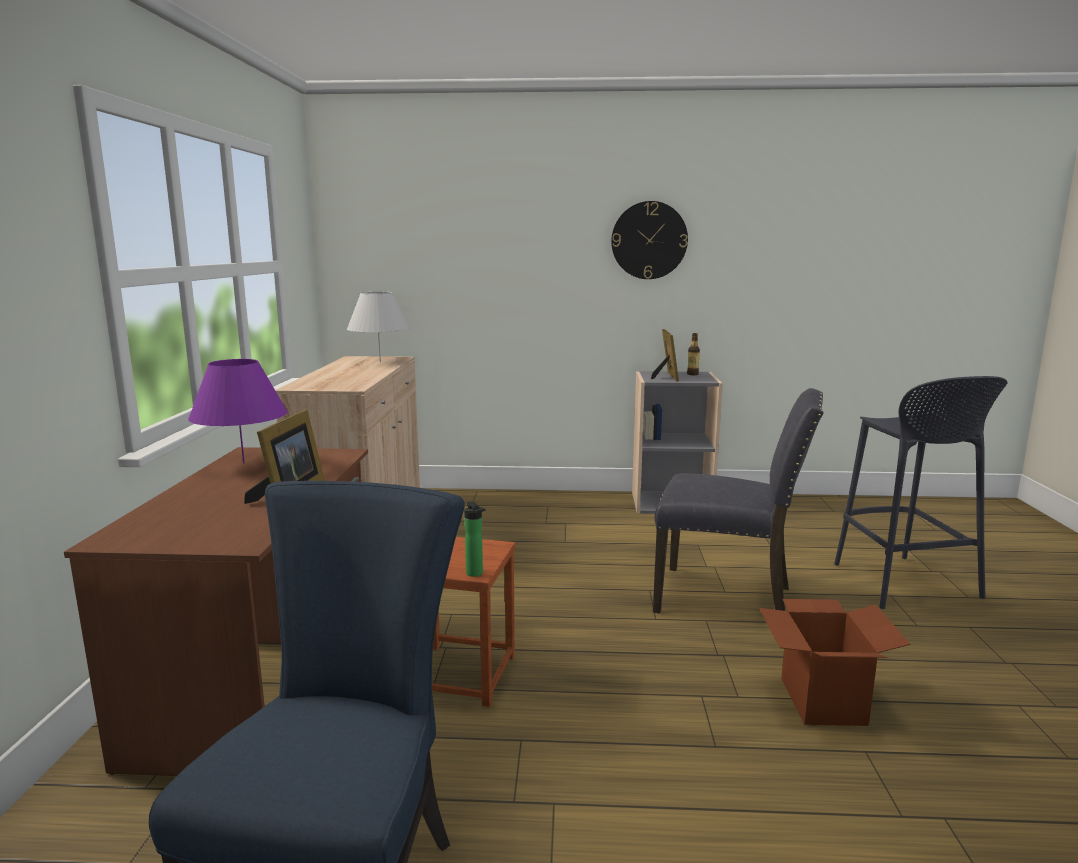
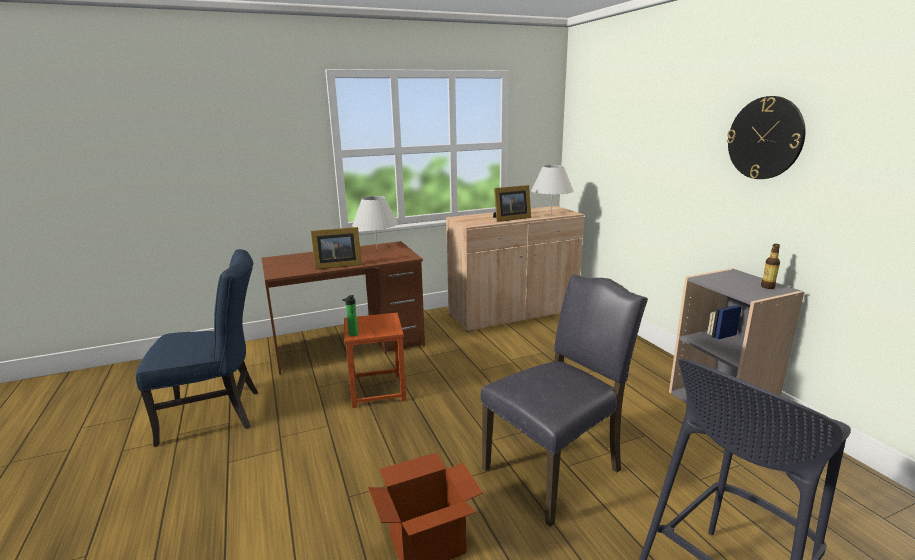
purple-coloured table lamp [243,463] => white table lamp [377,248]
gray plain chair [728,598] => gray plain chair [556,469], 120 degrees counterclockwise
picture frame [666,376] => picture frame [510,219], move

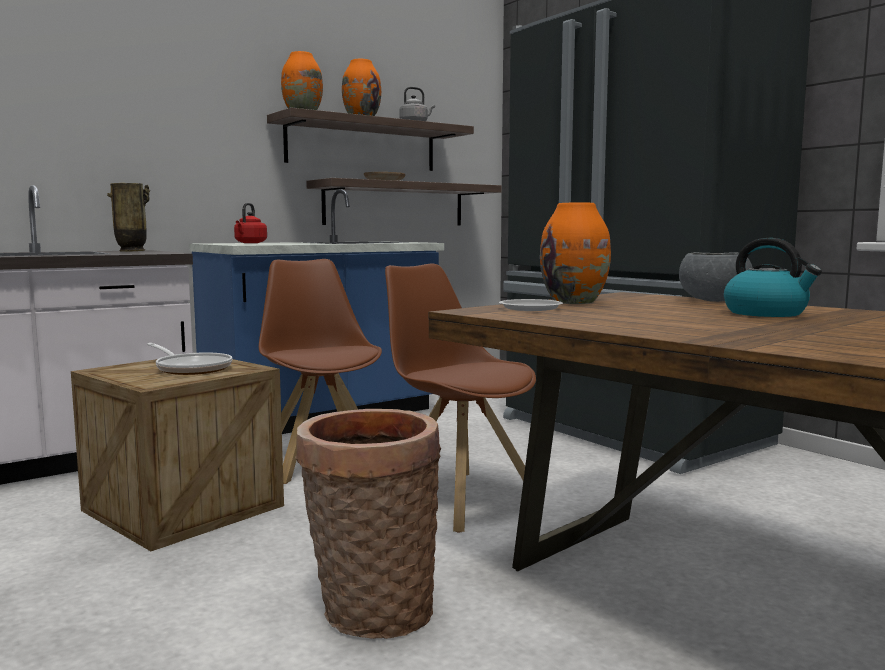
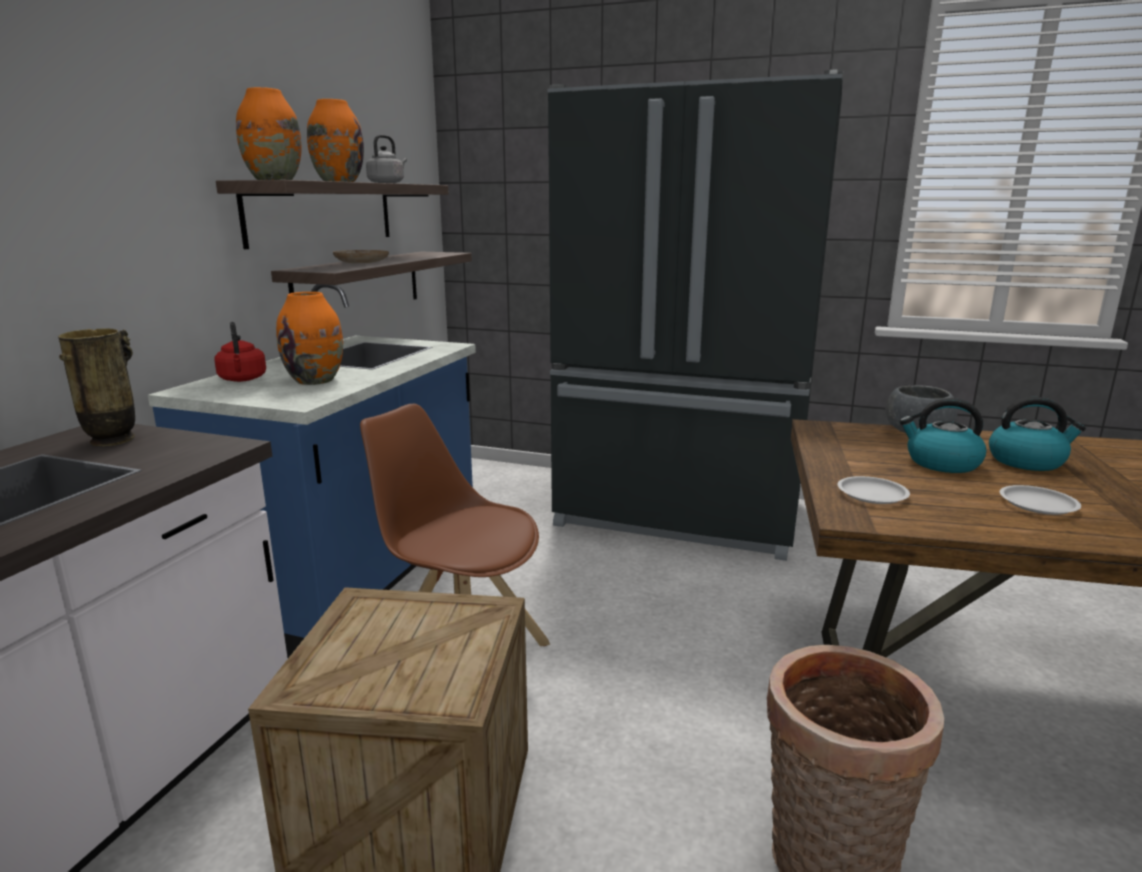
orangey flower vase [574,302] => orangey flower vase [315,380], move
nothing => kettle [941,463]
nothing => white flat dish [1037,504]
skillet [191,368] => nothing
brownish plain chair [458,498] => nothing

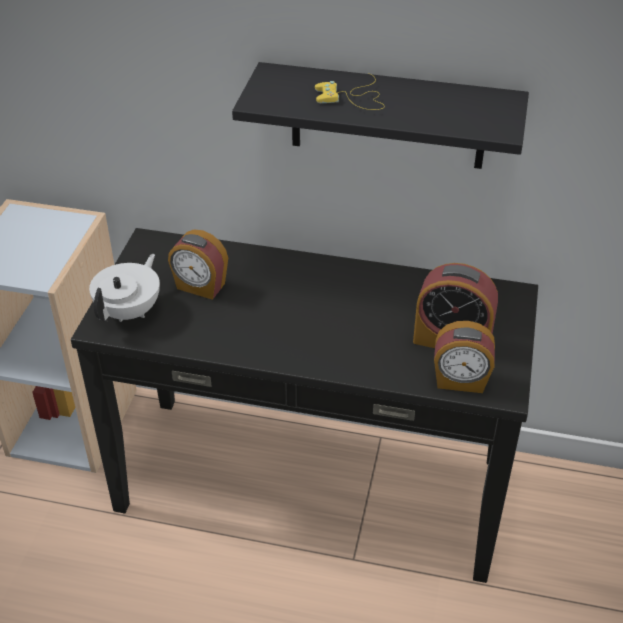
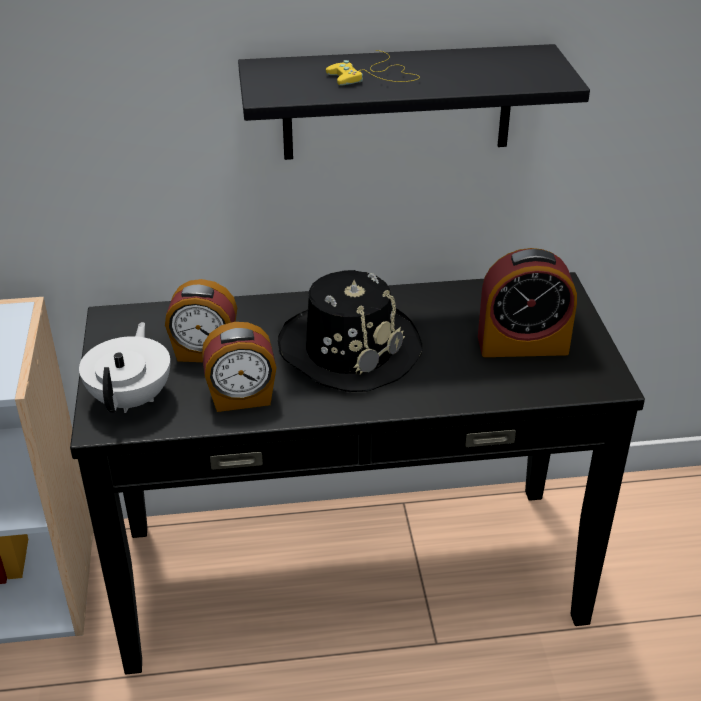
alarm clock [460,381] => alarm clock [242,398], move
nothing => black-coloured hat [349,349]

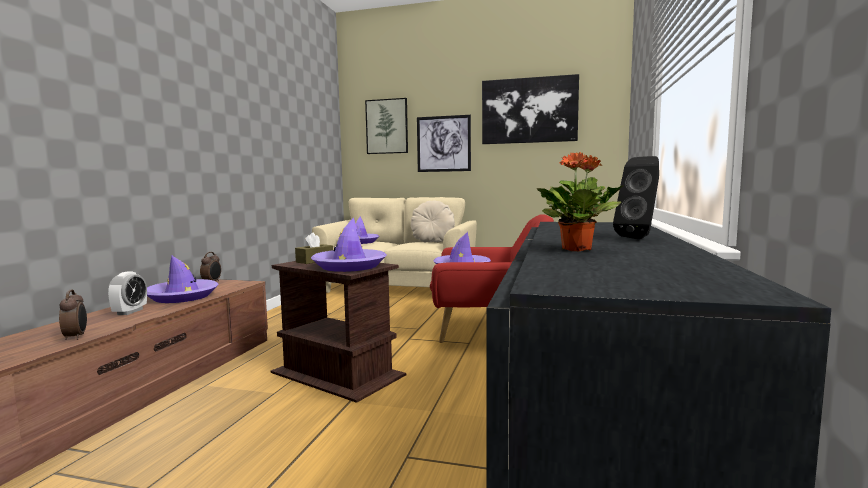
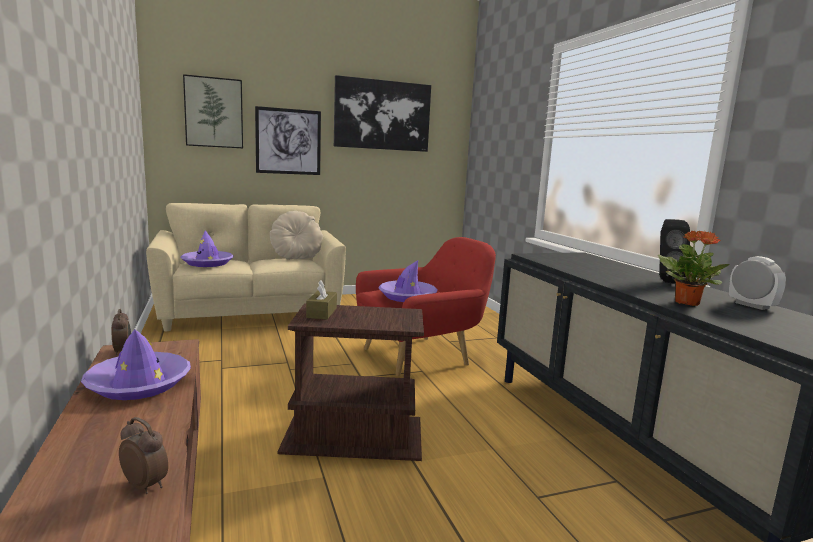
alarm clock [130,312] => alarm clock [751,305], move
purple-coloured hat [349,266] => nothing

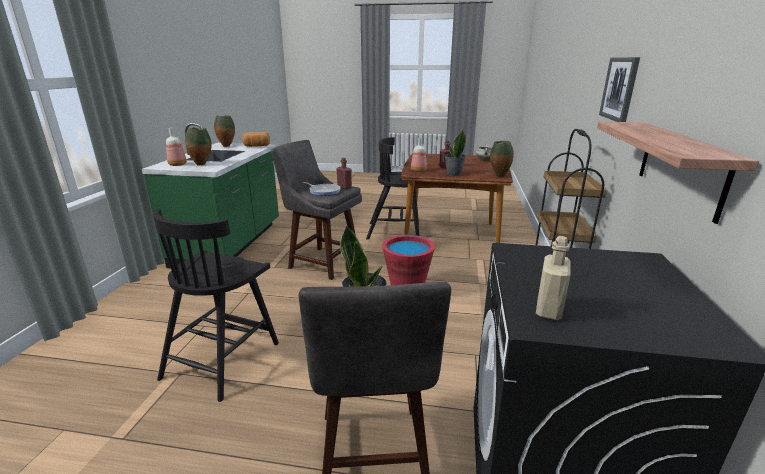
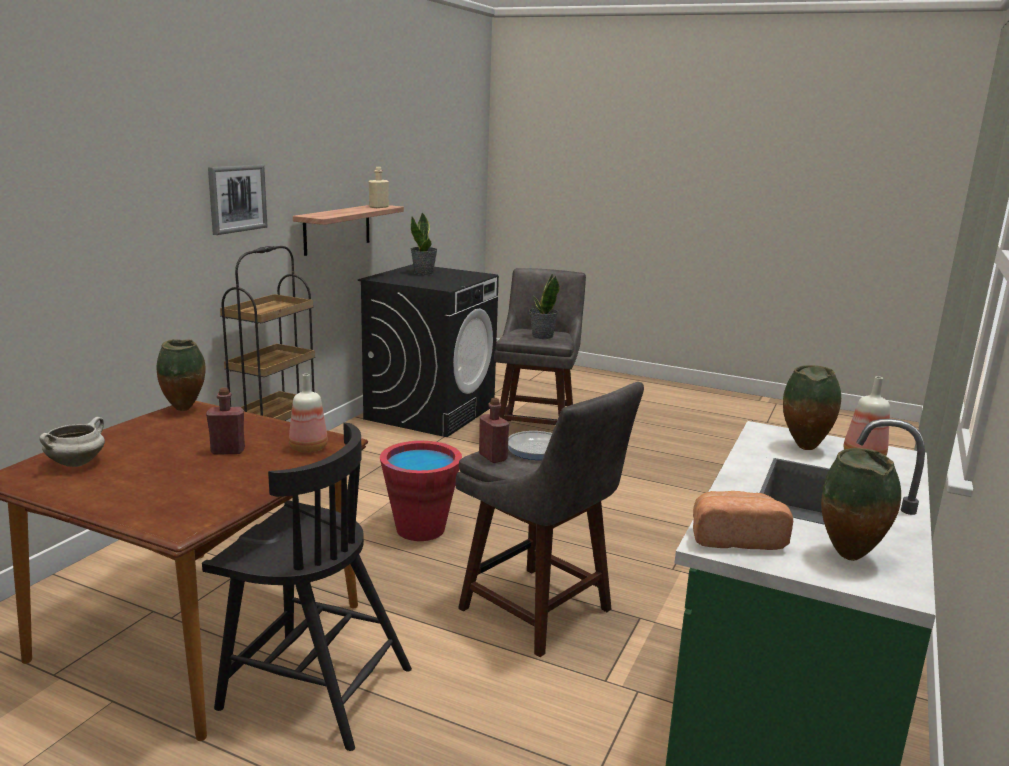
beige beverage bottle [548,310] => beige beverage bottle [378,207], move
potted plant [453,174] => potted plant [424,273], move
black-coloured plain chair [223,358] => nothing

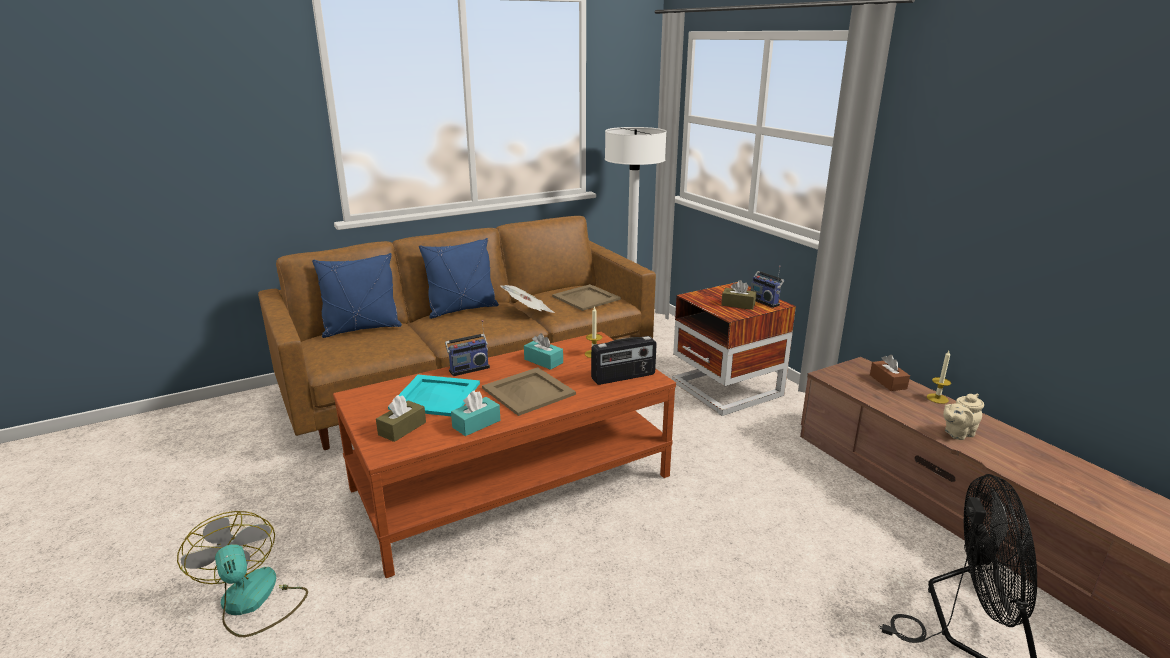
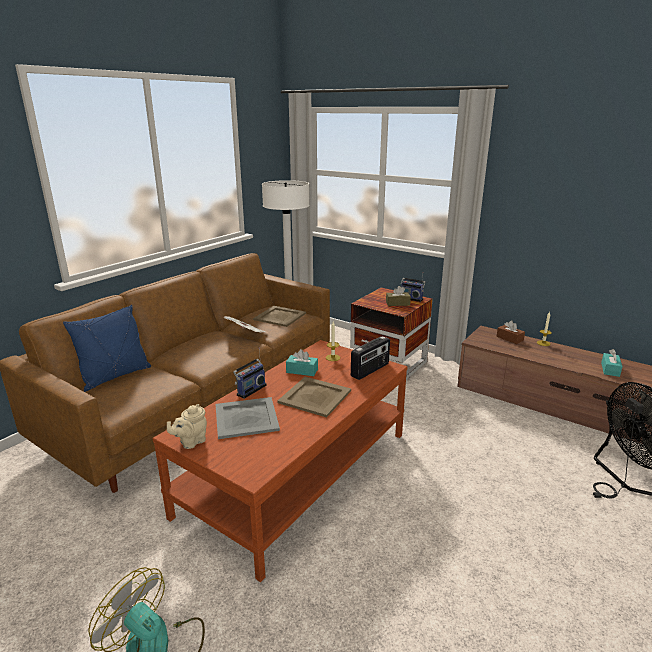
beige tea pot [957,433] => beige tea pot [191,442], move
blue-green serving tray [434,396] => gray serving tray [246,418]
blue-green box of tissues [476,424] => blue-green box of tissues [610,369], move
brownish box of tissues [402,428] => nothing
blue-coloured pillow [462,309] => nothing

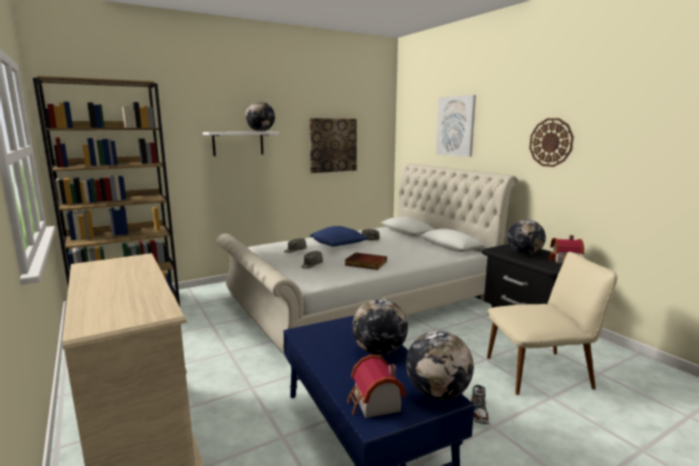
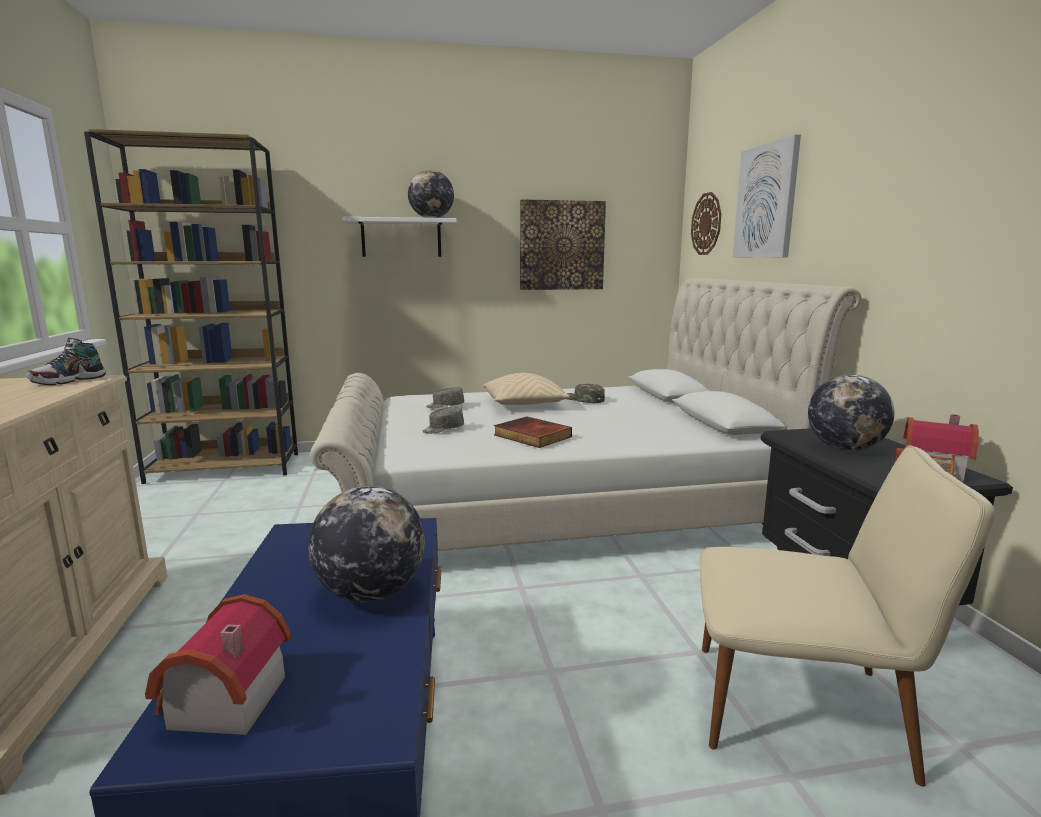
low shoe [479,413] => low shoe [69,381], move
blue-coloured pillow [338,245] => beige pillow [524,405]
wall clock [551,142] => wall clock [706,224], move
desk globe [437,393] => nothing

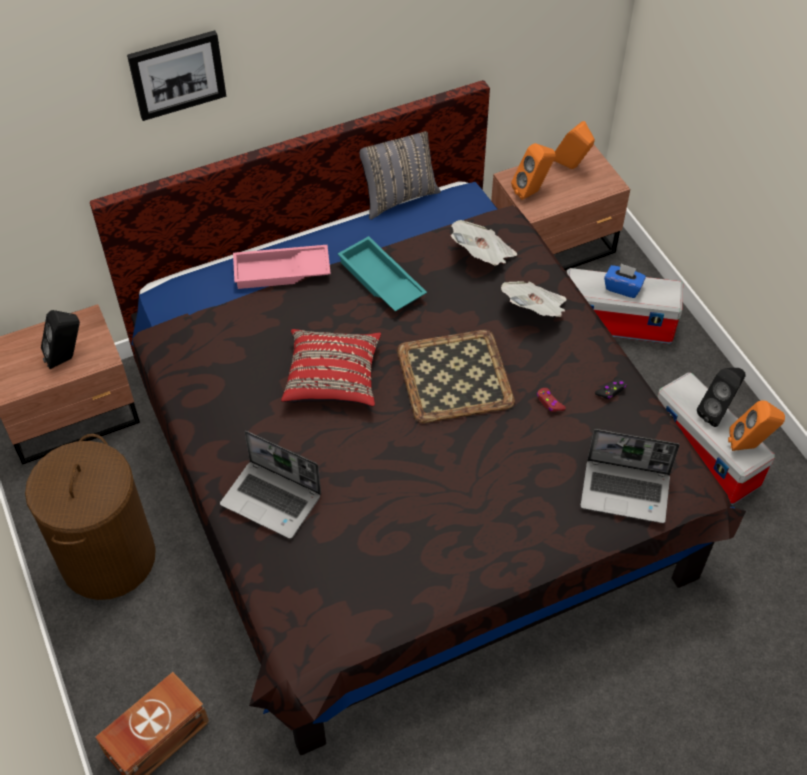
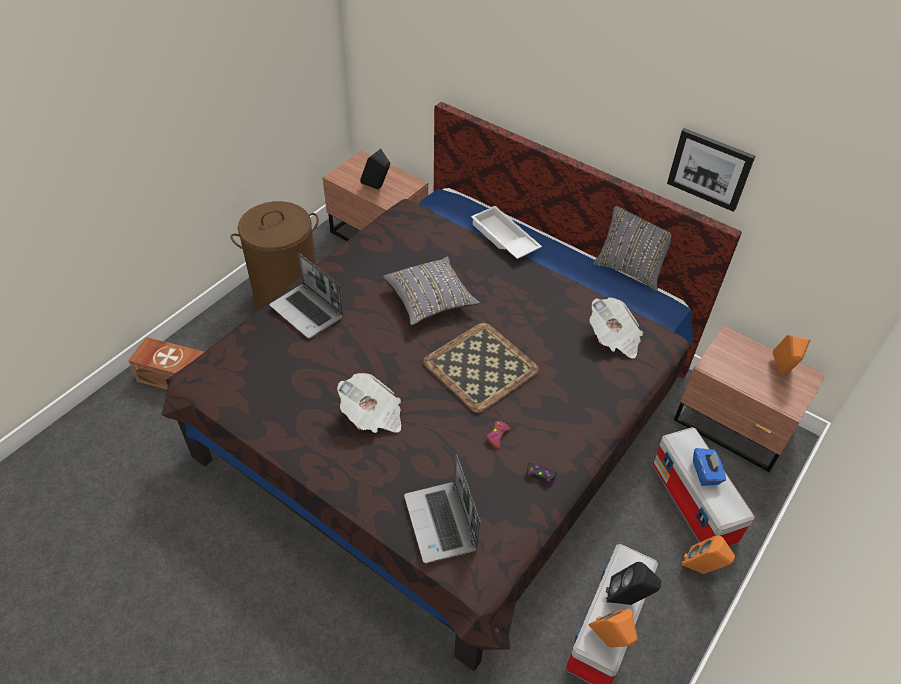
portable computer [272,500] => portable computer [308,312], 45 degrees counterclockwise
daily paper [535,310] => daily paper [372,415], move
red-coloured pillow [332,378] => gray pillow [430,300]
pinkish serving tray [281,273] => white serving tray [503,239]
wall picture [177,74] => wall picture [710,169], move
orangey audio speaker [532,192] => orangey audio speaker [701,570], move
blue-green serving tray [380,281] => nothing

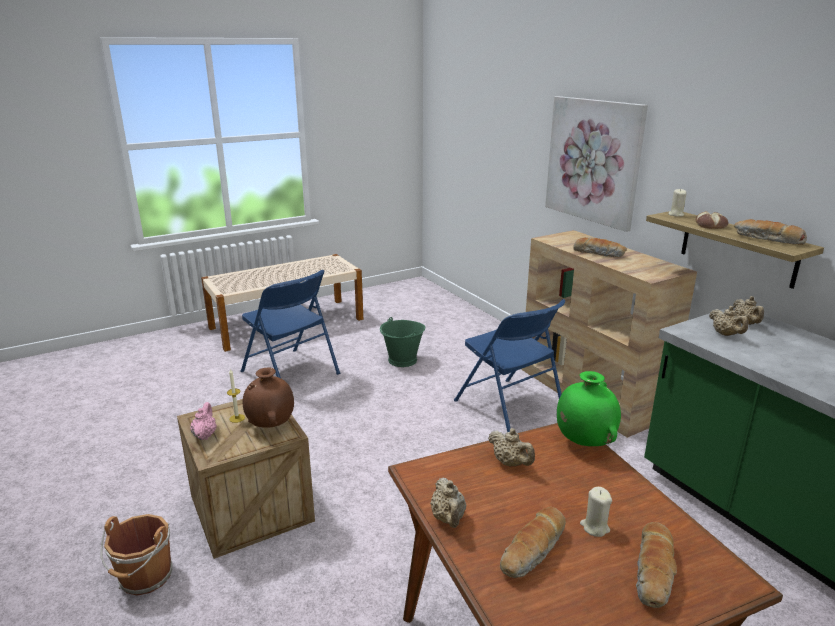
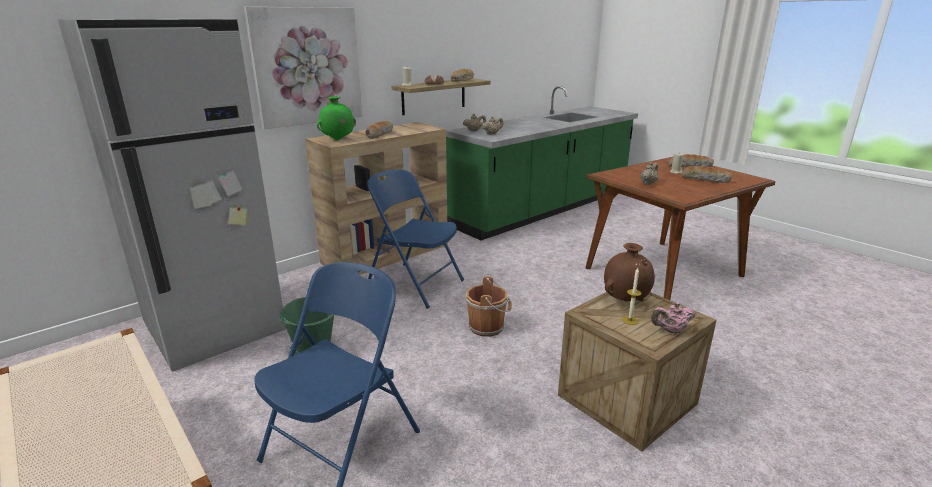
nothing => gray fridge [214,323]
green flower vase [584,442] => green flower vase [338,139], move
blue-coloured plain chair [508,408] => blue-coloured plain chair [415,284], 105 degrees counterclockwise
brownish pail [145,578] => brownish pail [488,327], move
beige tea pot [448,519] => nothing

